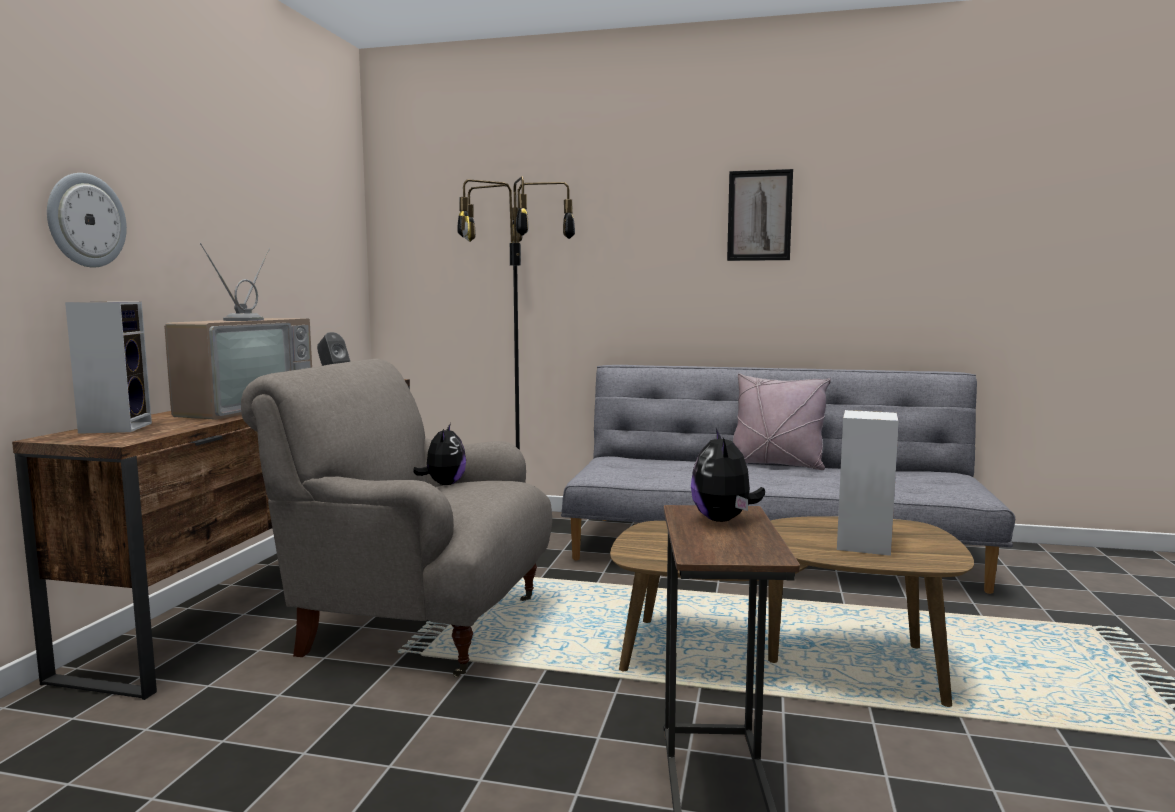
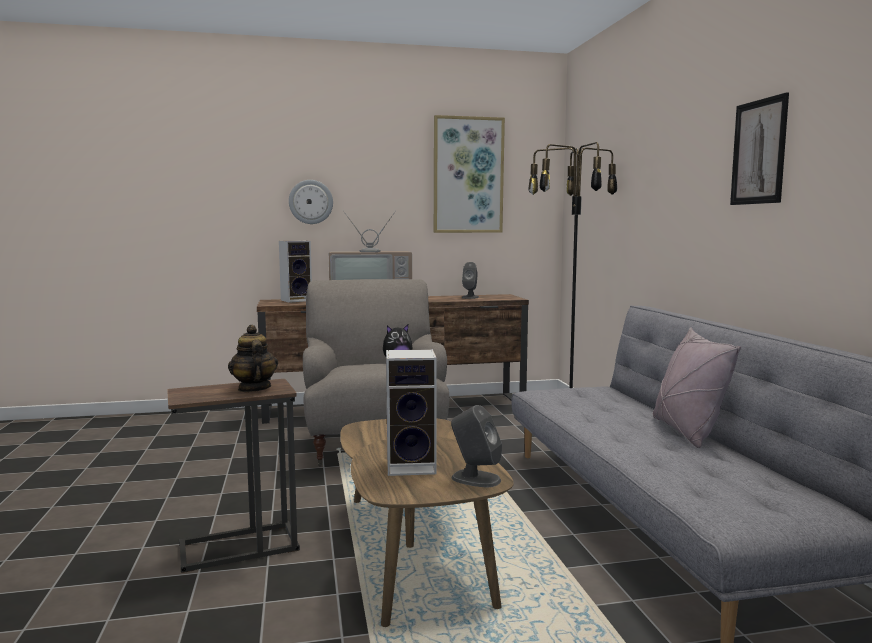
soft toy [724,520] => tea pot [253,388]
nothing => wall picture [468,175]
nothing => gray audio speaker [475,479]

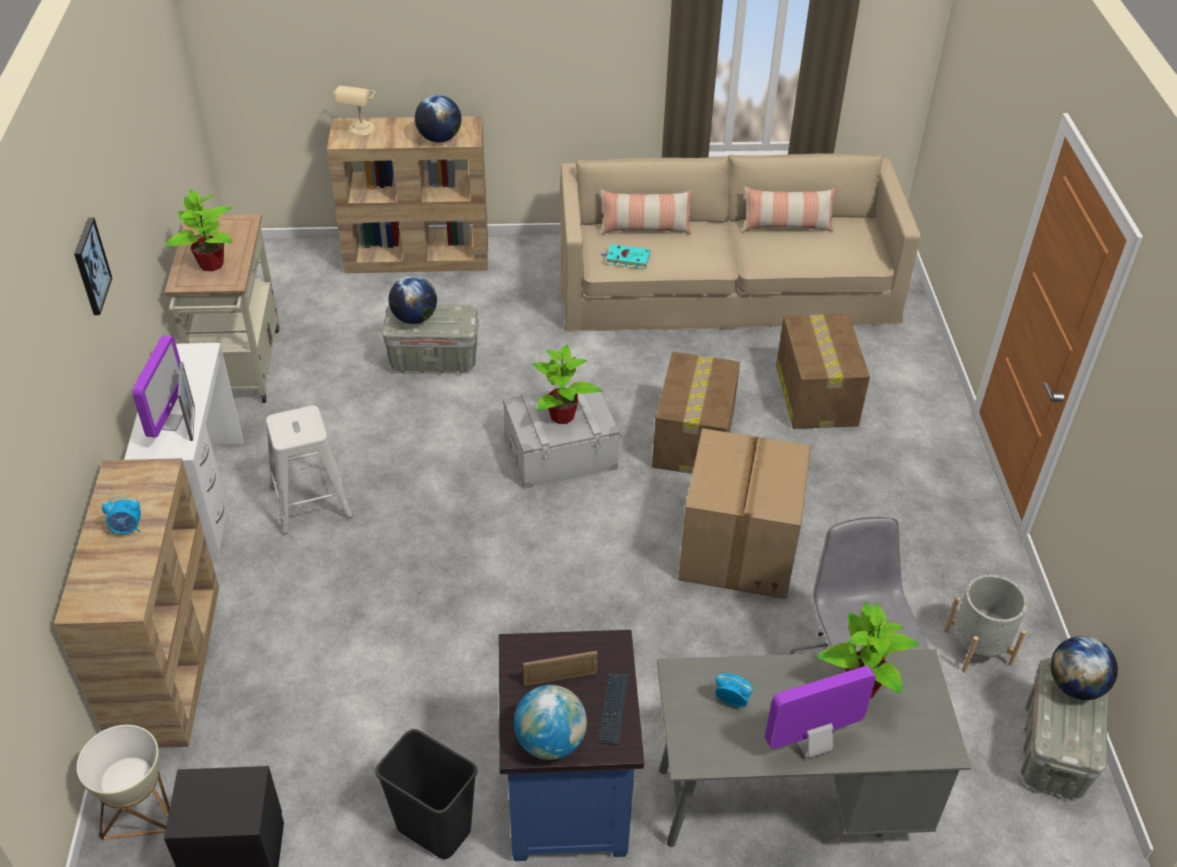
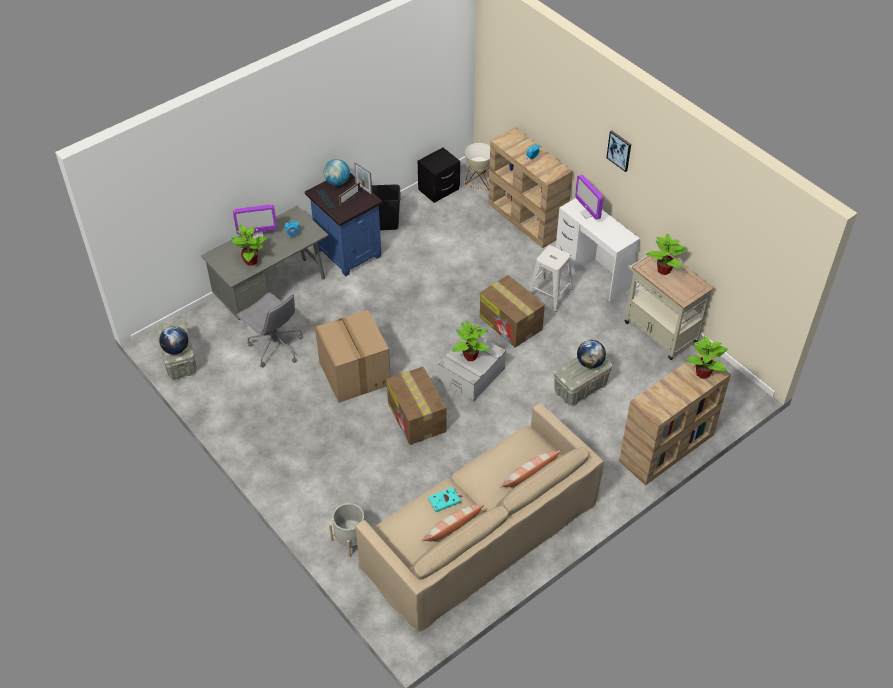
computer display [812,744] => computer display [257,236], 45 degrees clockwise
gray planter [978,647] => gray planter [350,539], move
picture frame [192,423] => picture frame [363,189], move
blue-green book [626,259] => blue-green book [445,500], move
carton [816,394] => carton [511,324], move
beige table lamp [360,131] => potted plant [703,373]
desk globe [439,139] => nothing

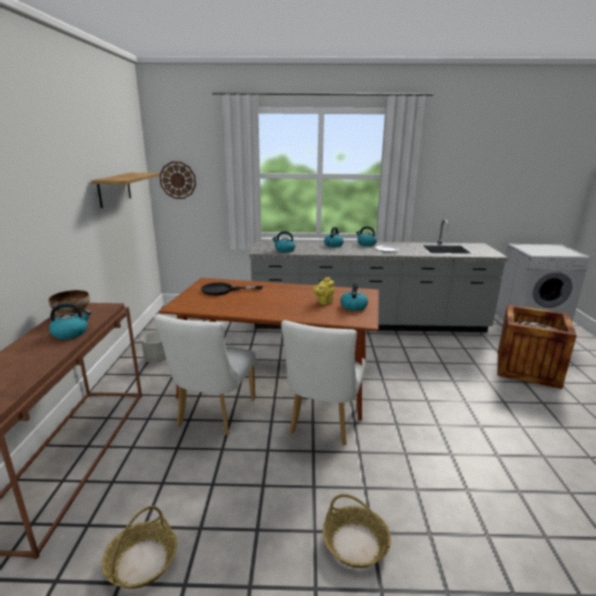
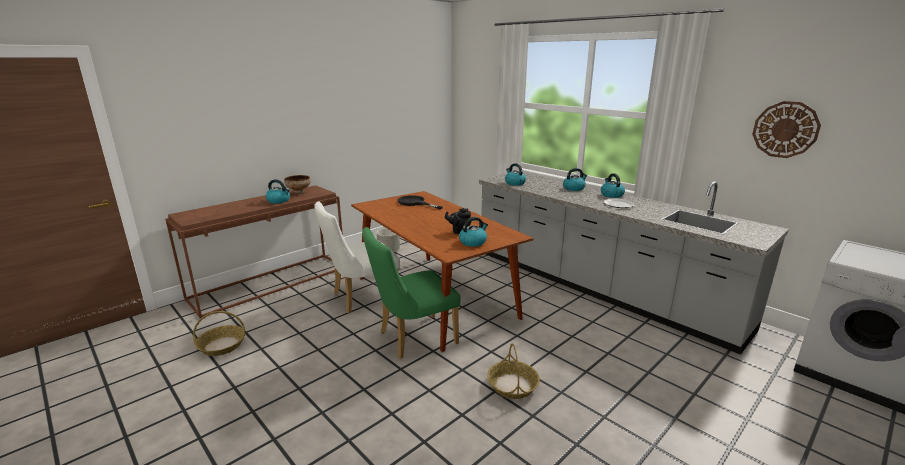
white plain chair [323,423] => green plain chair [412,338]
yellowish tea pot [323,302] => black-coloured tea pot [459,231]
household basket [355,543] => household basket [512,385], move
wall clock [178,180] => wall clock [785,129], move
bracket shelf [114,189] => nothing
packing crate [527,368] => nothing

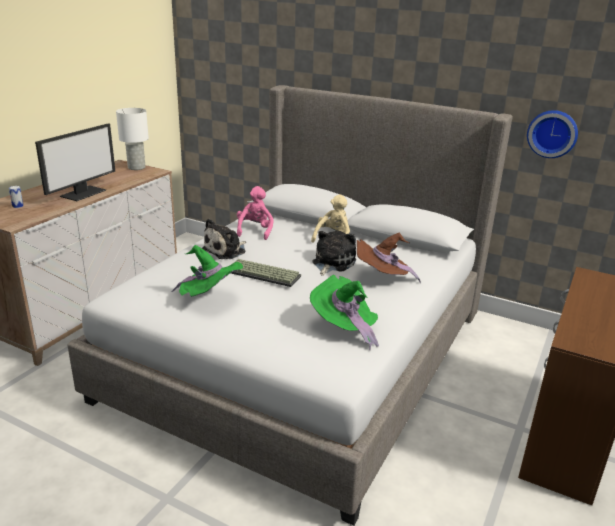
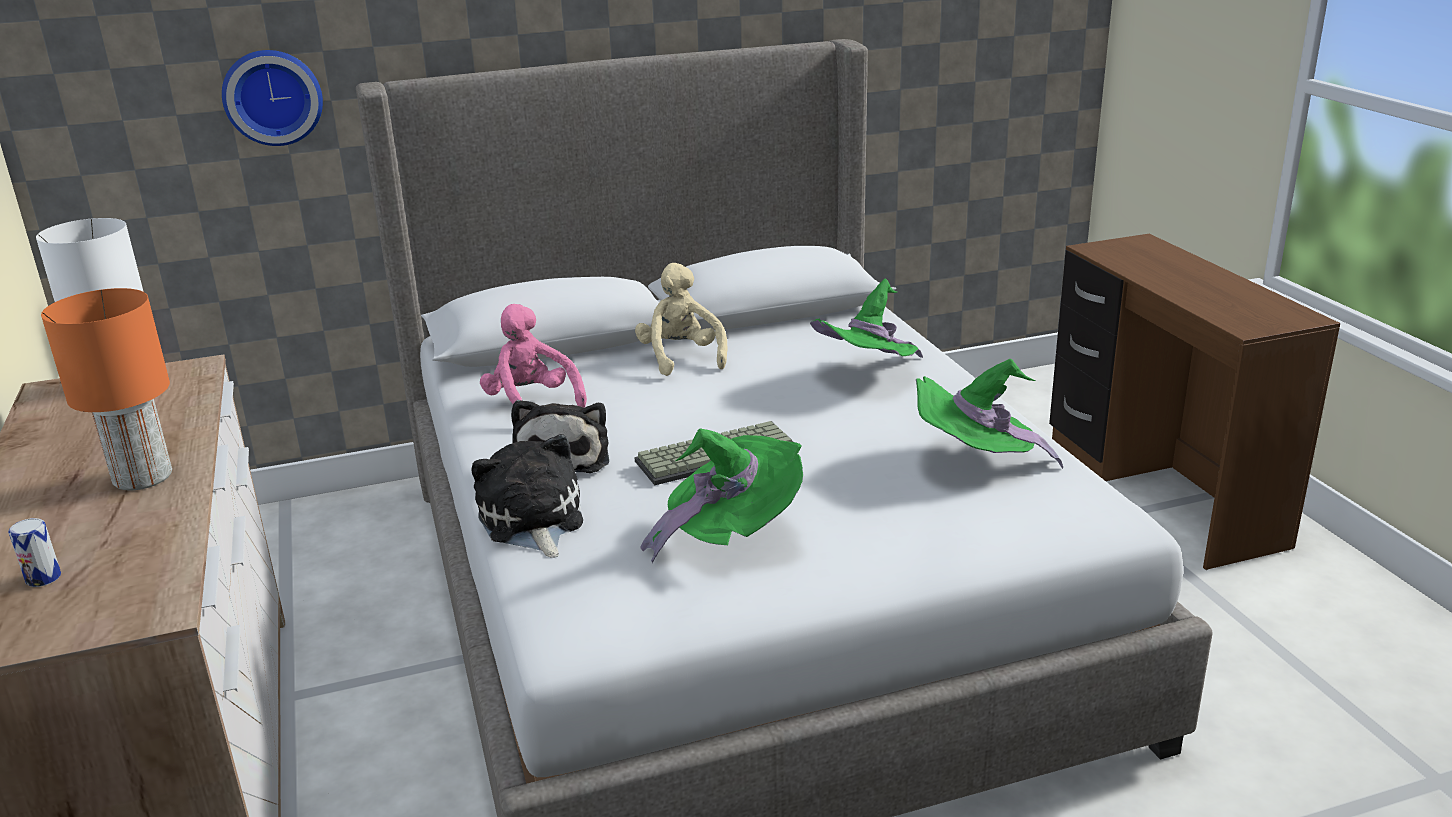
computer display [83,193] => orangey table lamp [141,477]
wall clock [552,133] => wall clock [272,96], move
soft toy [332,263] => soft toy [532,521], move
brownish hat [382,279] => green hat [869,376]

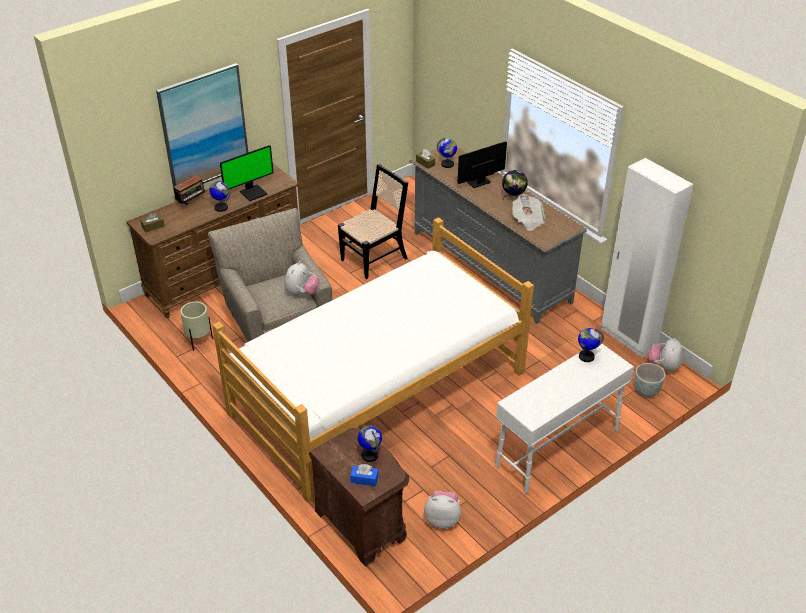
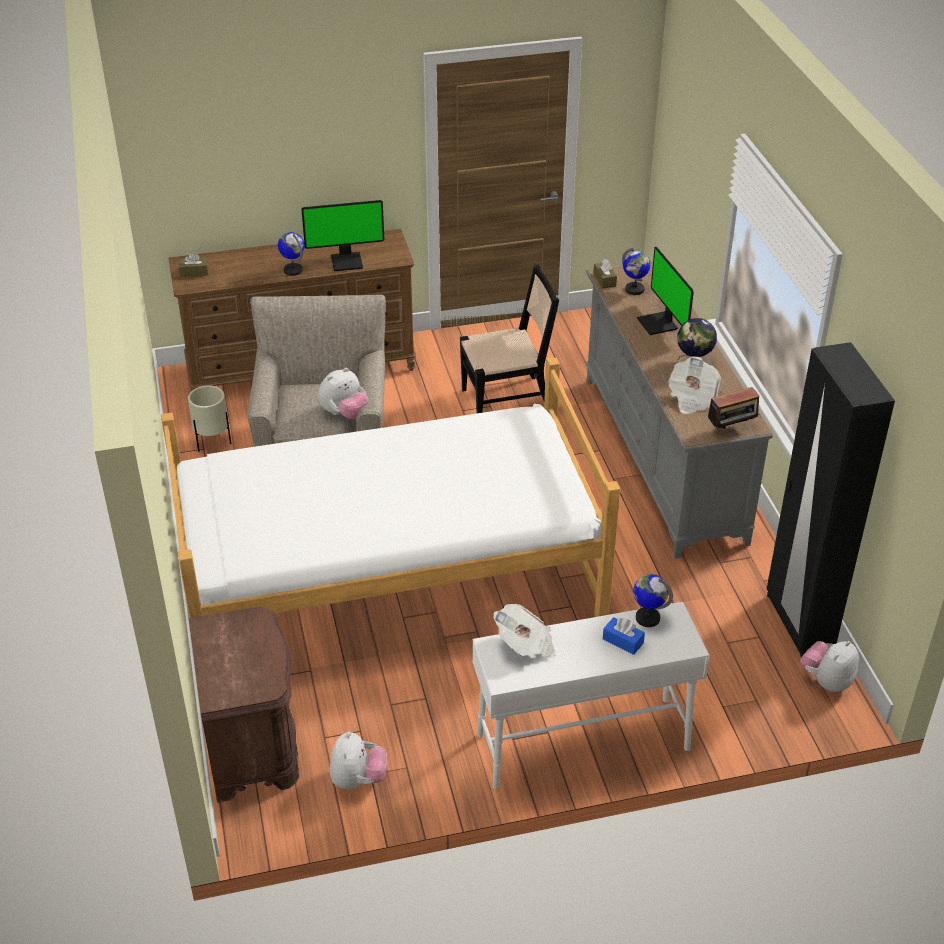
soft toy [442,519] => soft toy [358,779], 60 degrees clockwise
nothing => daily paper [525,644]
blue-coloured box of tissues [364,479] => blue-coloured box of tissues [623,641], move
computer display [477,181] => computer display [659,324], 105 degrees counterclockwise
radio [192,203] => radio [732,428], move
white clothes cupboard [628,338] => black-coloured clothes cupboard [798,623]
wall picture [204,128] => nothing
desk globe [370,455] => nothing
gray planter [646,391] => nothing

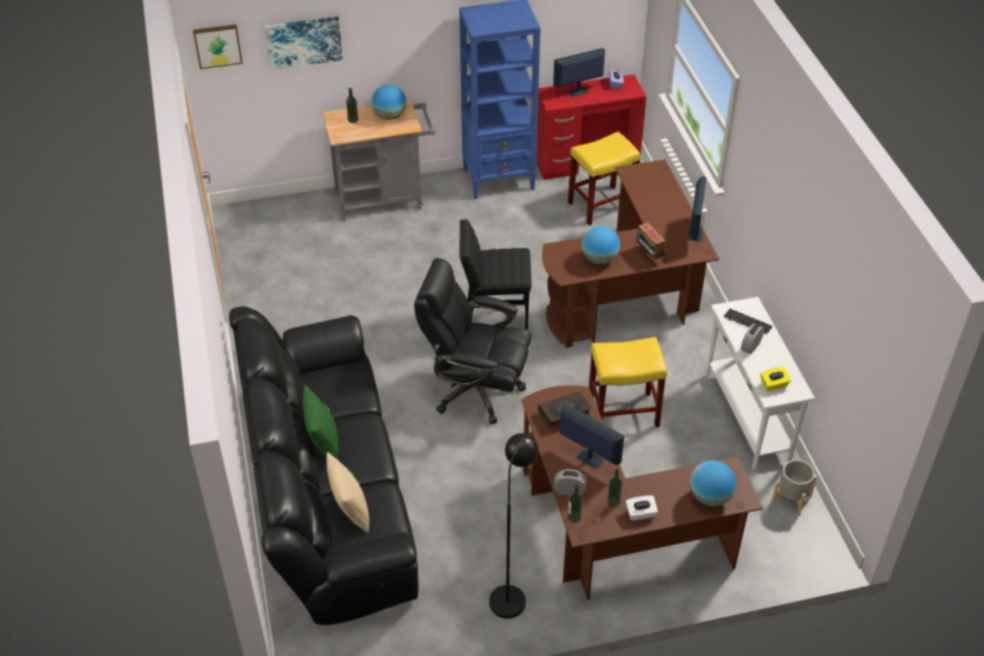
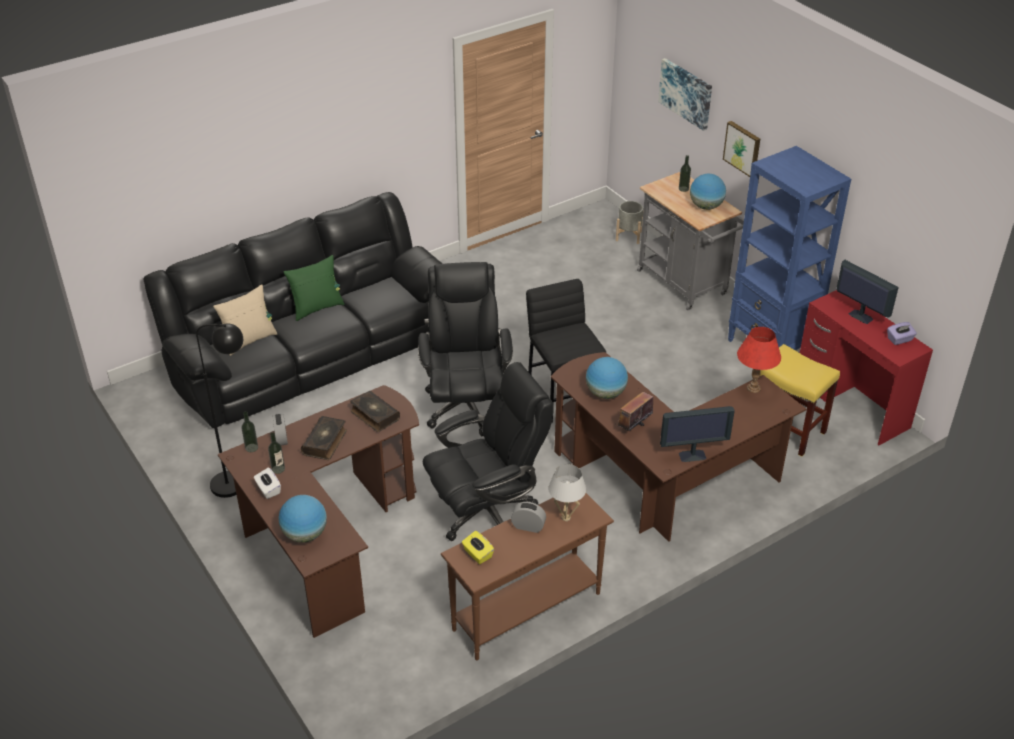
computer display [589,459] => book [325,442]
yellowish stool seat [623,412] => black-coloured computer chair [487,512]
white hall table [748,417] => brownish hall table [526,613]
PC keyboard [748,322] => white table lamp [566,518]
gray planter [791,499] => gray planter [628,236], move
wall picture [217,45] => wall picture [743,148], move
nothing => red-coloured table lamp [753,388]

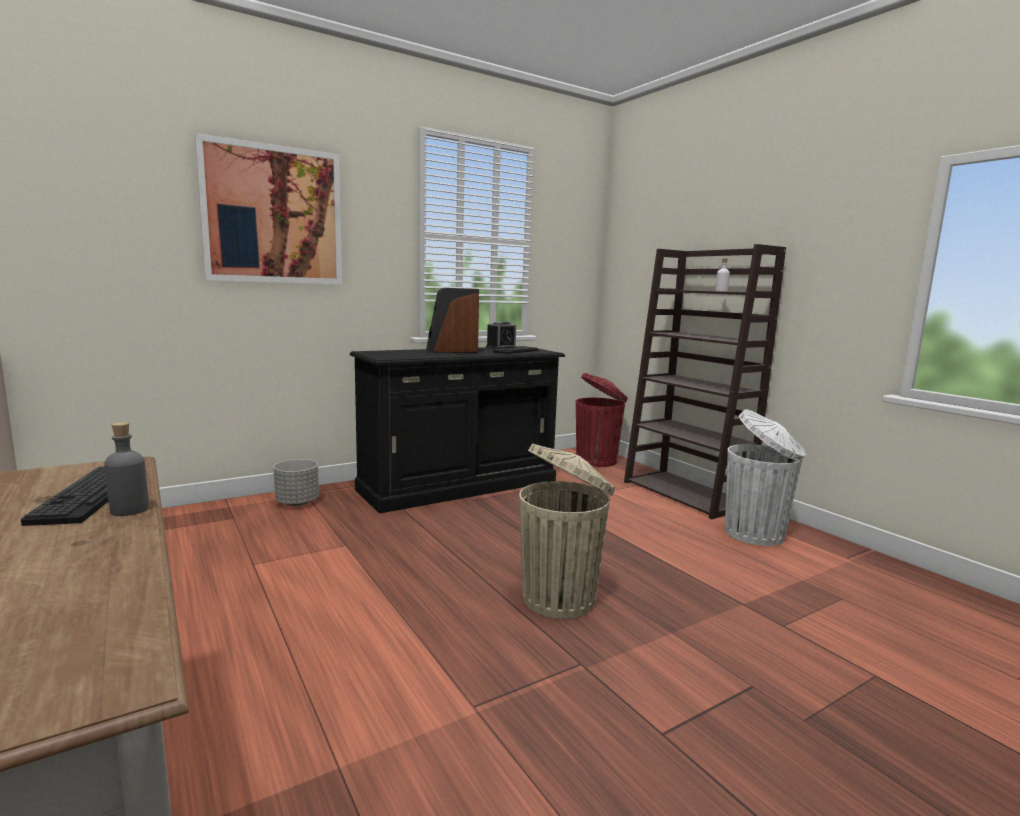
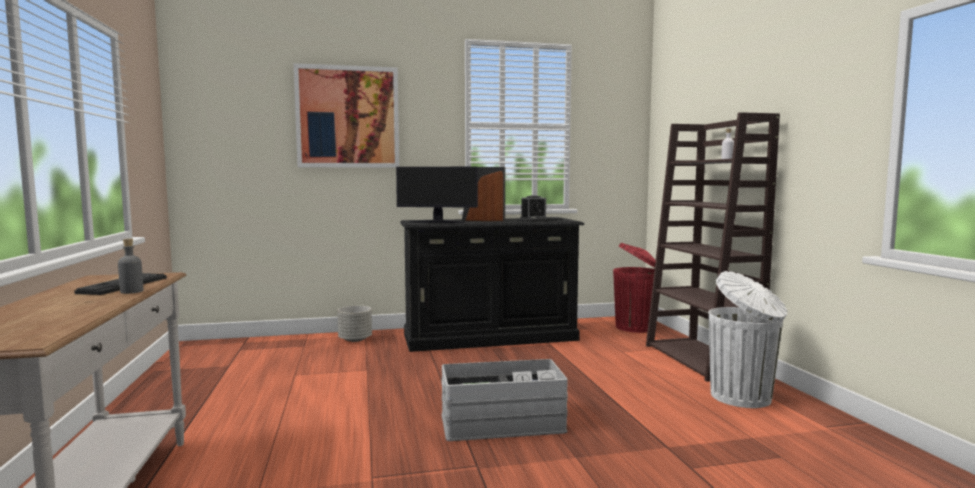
nothing => computer display [437,222]
beige rubbish bin [561,598] => gray storage container [502,422]

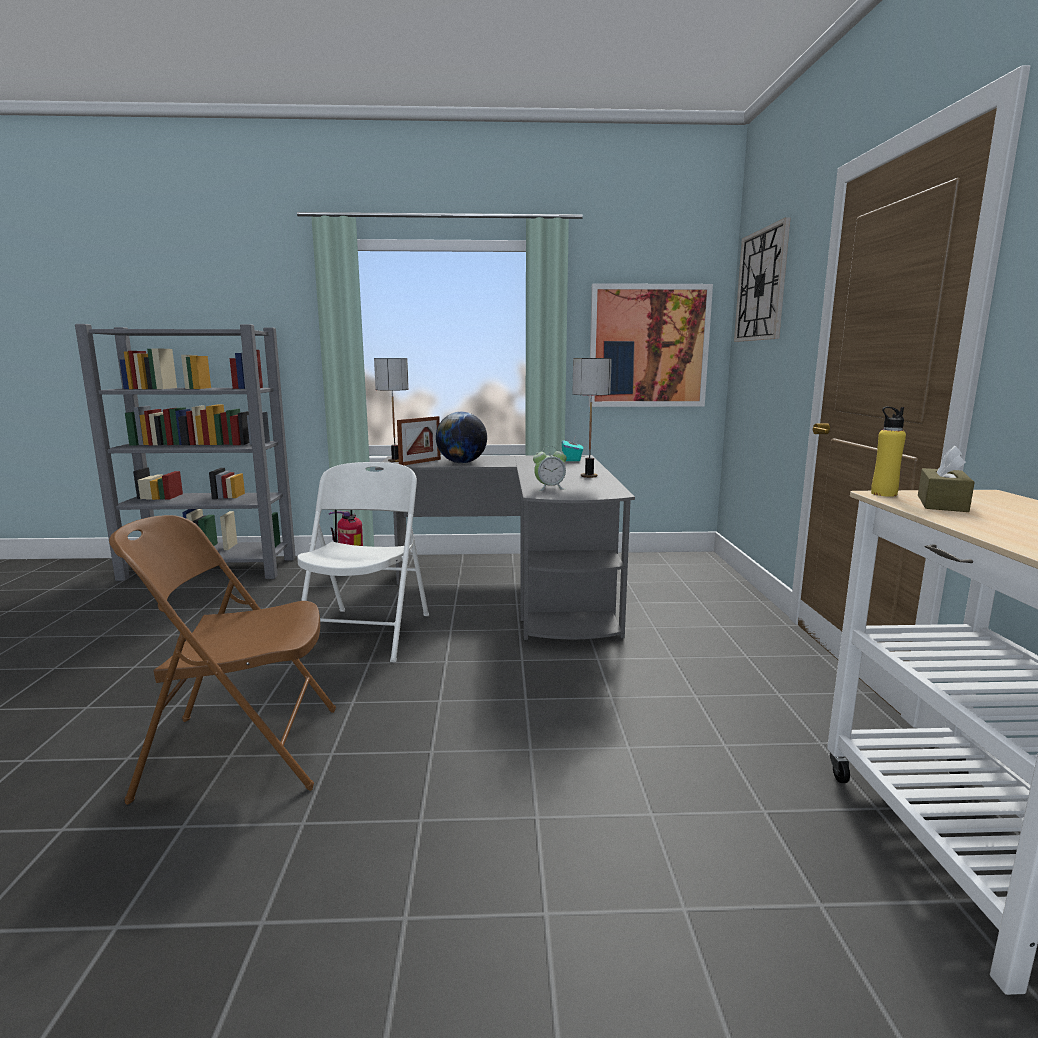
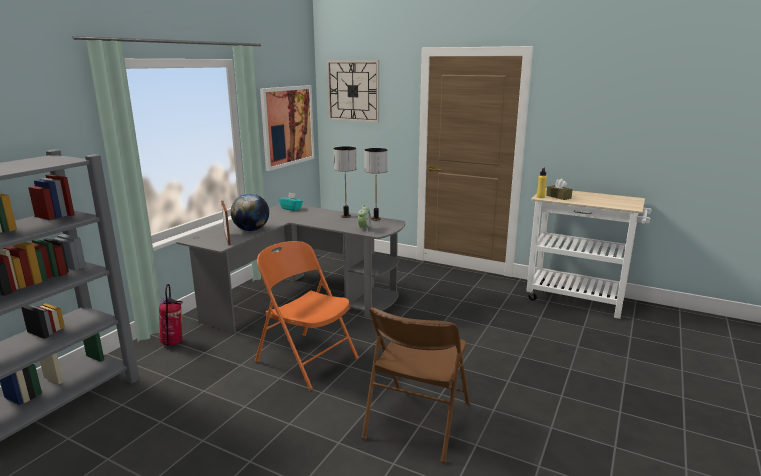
white plain chair [366,634] => orangey plain chair [307,359]
table lamp [395,461] => table lamp [376,219], move

